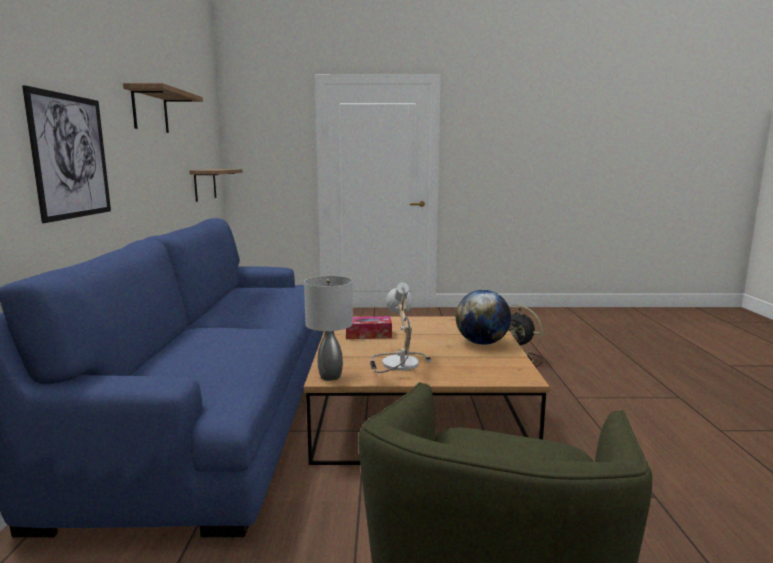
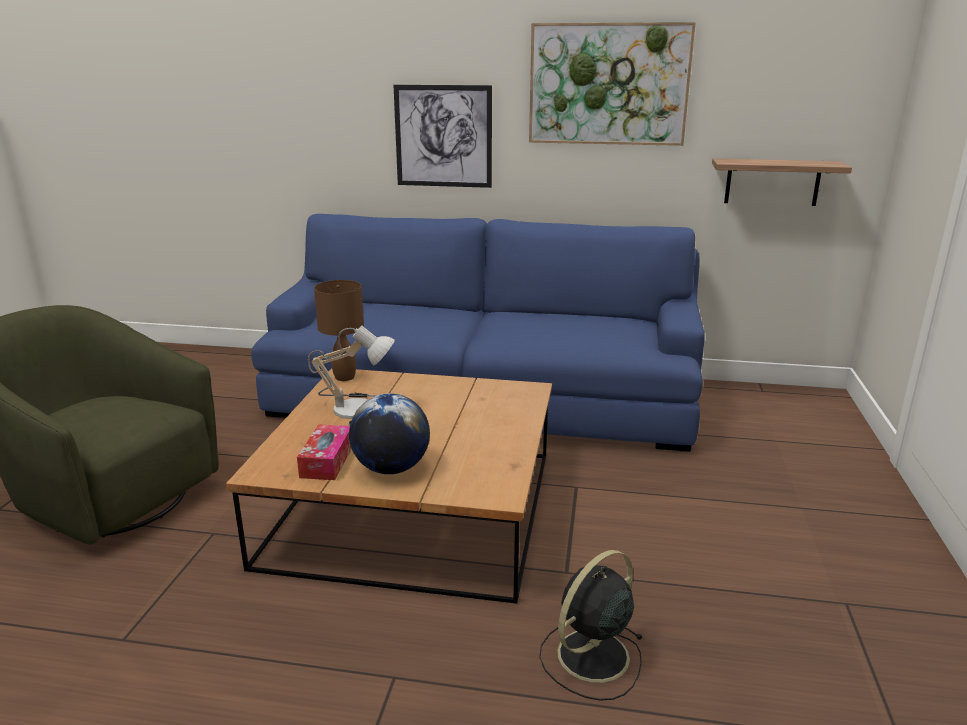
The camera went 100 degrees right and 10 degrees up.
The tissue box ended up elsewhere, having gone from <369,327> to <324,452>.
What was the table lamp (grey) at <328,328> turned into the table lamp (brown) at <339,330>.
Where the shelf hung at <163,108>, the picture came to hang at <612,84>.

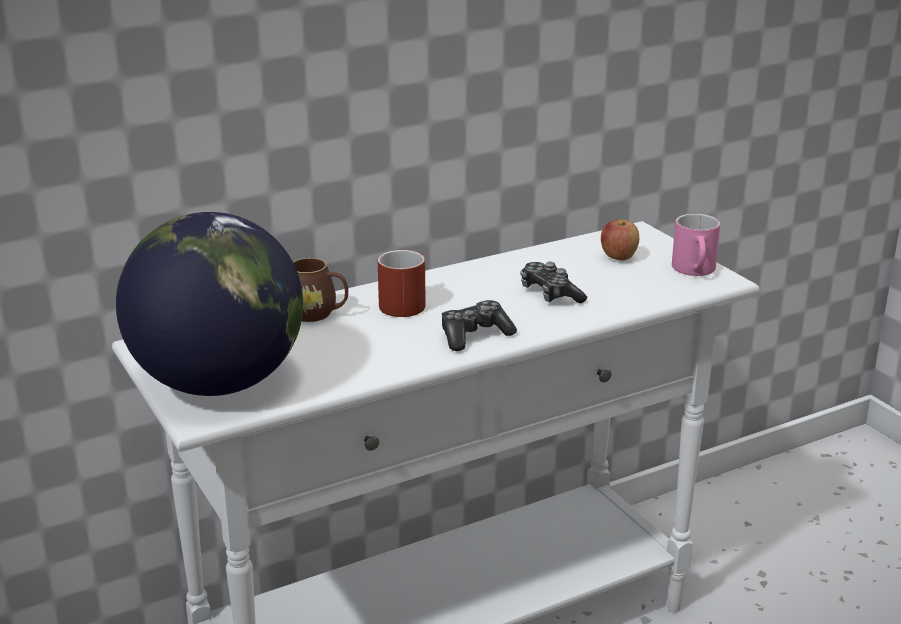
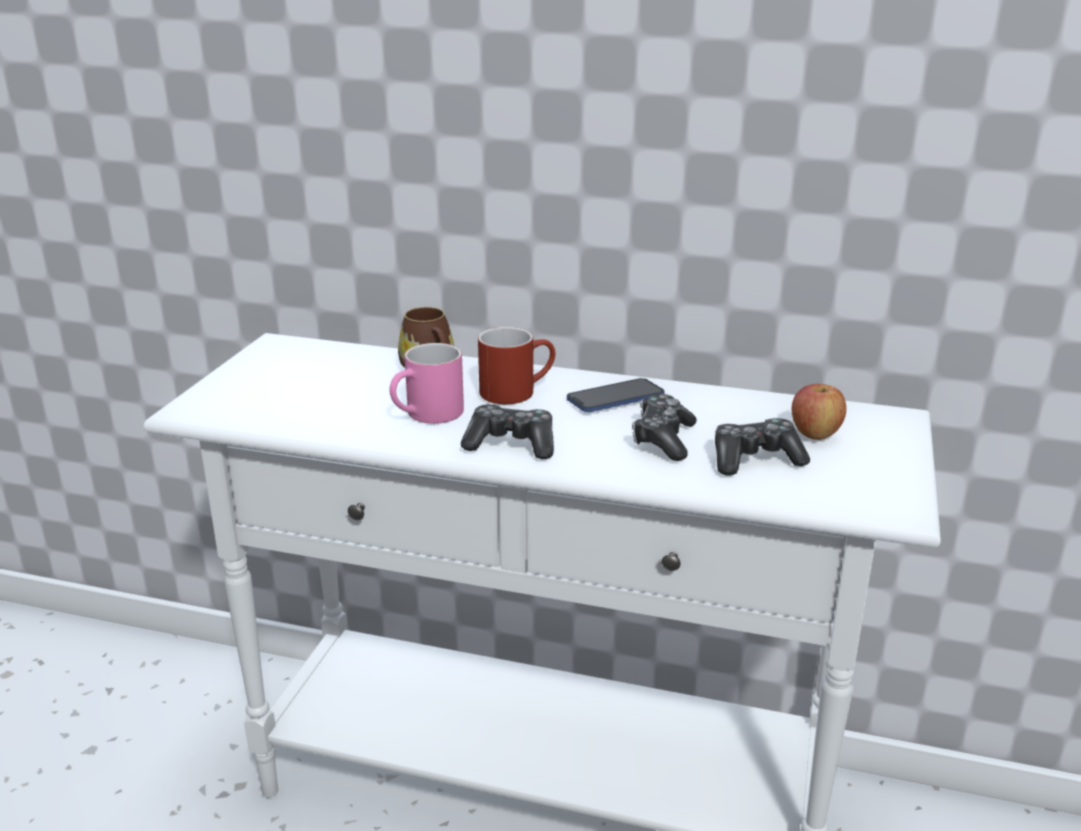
The camera went 45 degrees right and 0 degrees up.
The mug (pink) ended up elsewhere, having gone from <696,245> to <426,383>.
The second view gained the phone at <615,395>.
The second view gained the game controller at <762,446>.
The second view lost the globe at <209,304>.

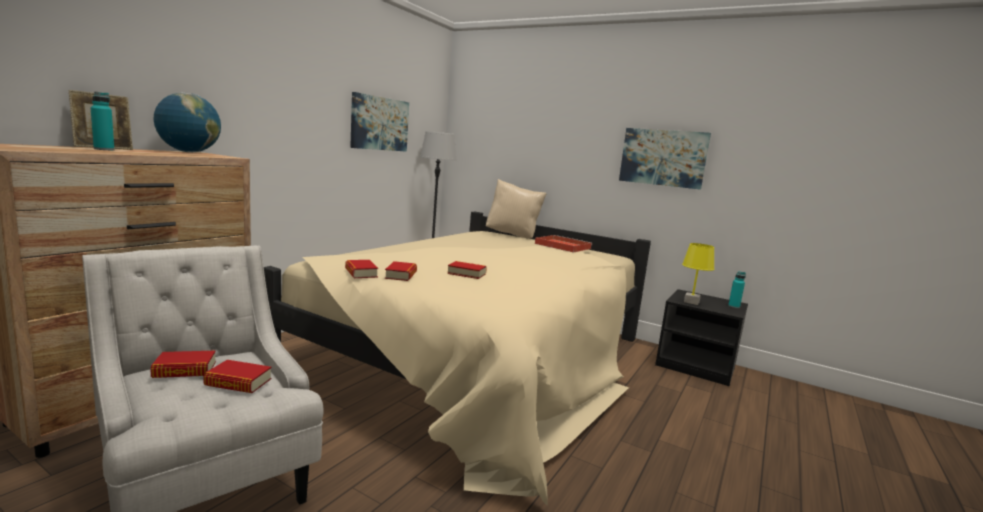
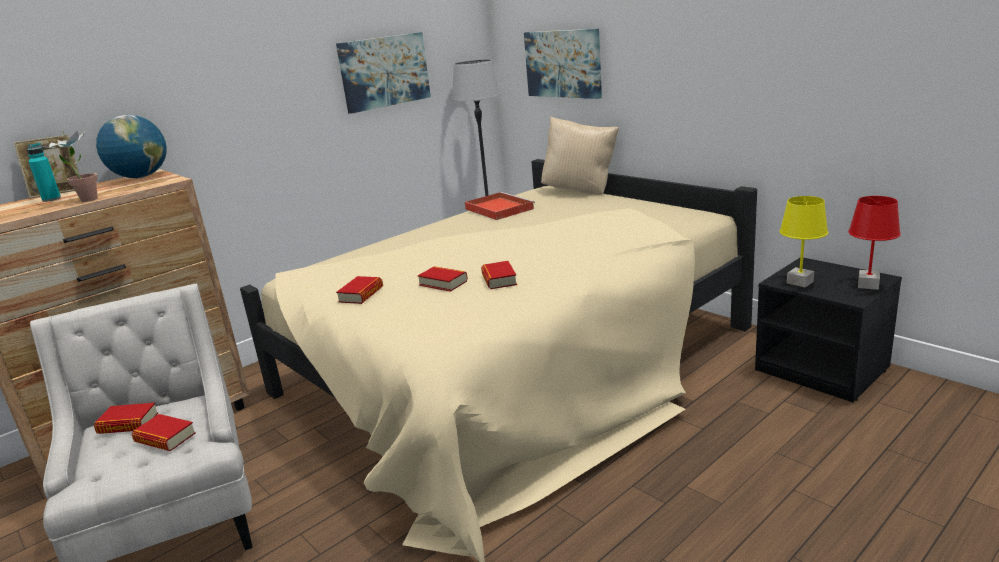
The camera went 20 degrees right and 10 degrees up.
The second view gained the potted plant at <70,166>.
The tray (red) ended up elsewhere, having gone from <563,244> to <500,206>.
The book ended up elsewhere, having gone from <361,269> to <499,275>.
The picture ended up elsewhere, having gone from <665,158> to <563,64>.
Where the bottle (turquoise) stood at <737,289>, the table lamp (red) came to stand at <874,243>.

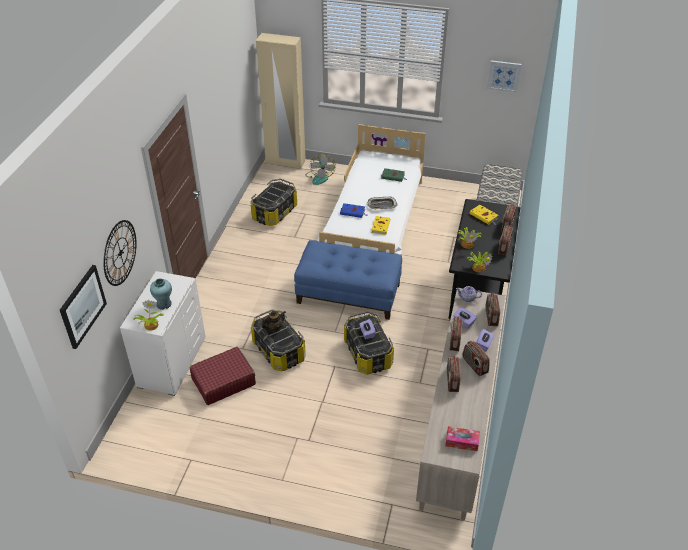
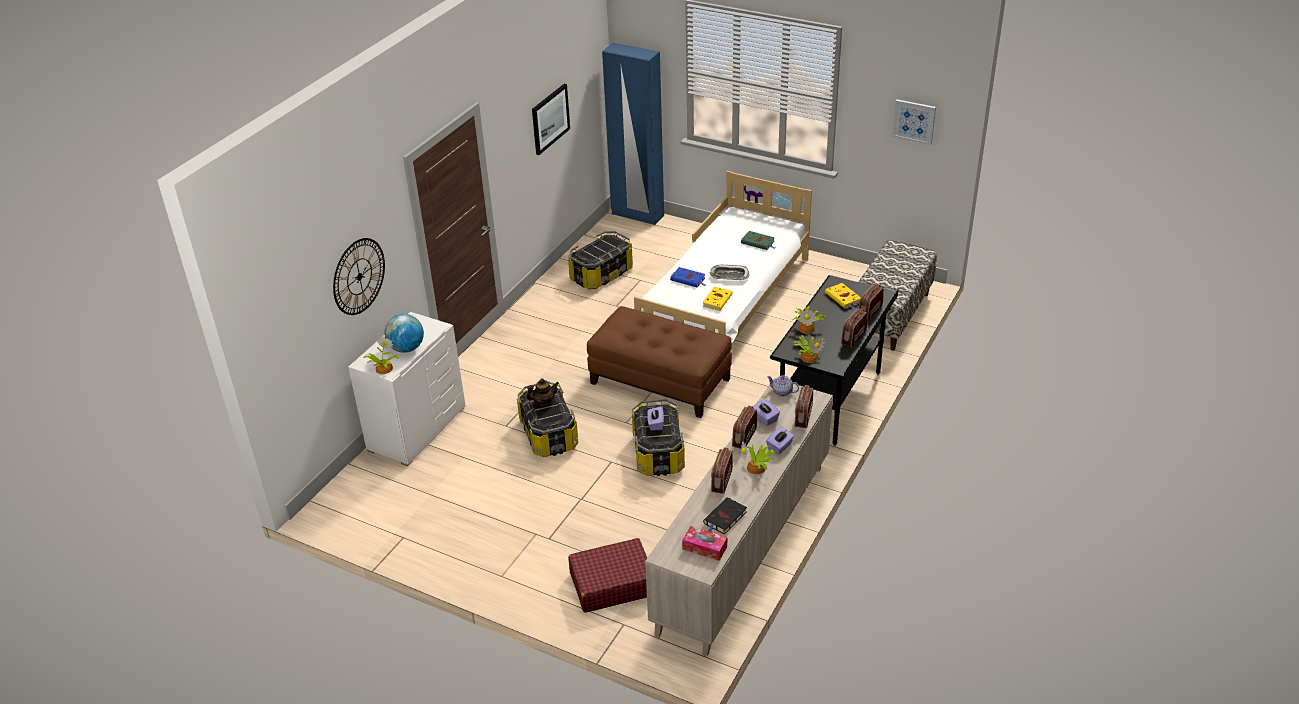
The camera went 15 degrees right and 5 degrees down.
Where the vase (turquoise) stood at <161,294>, the globe came to stand at <404,333>.
The picture ended up elsewhere, having gone from <83,307> to <551,119>.
The suitcase (red) ended up elsewhere, having gone from <223,376> to <607,575>.
What was the ottoman (blue) at <348,280> turned into the ottoman (brown) at <659,362>.
What was the wardrobe (beige) at <281,101> turned into the wardrobe (blue) at <633,134>.
The second view gained the book (black) at <725,516>.
Where the radio stood at <476,358>, the potted plant came to stand at <758,457>.
The second view lost the fan at <320,169>.

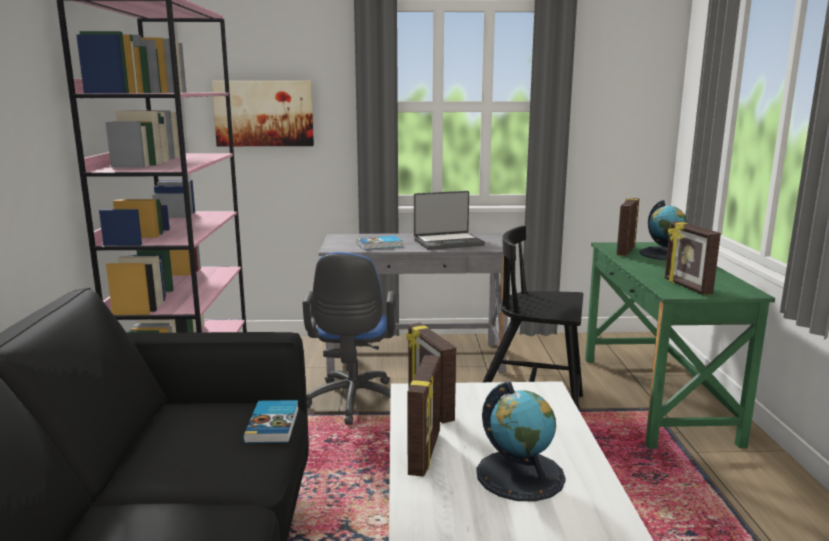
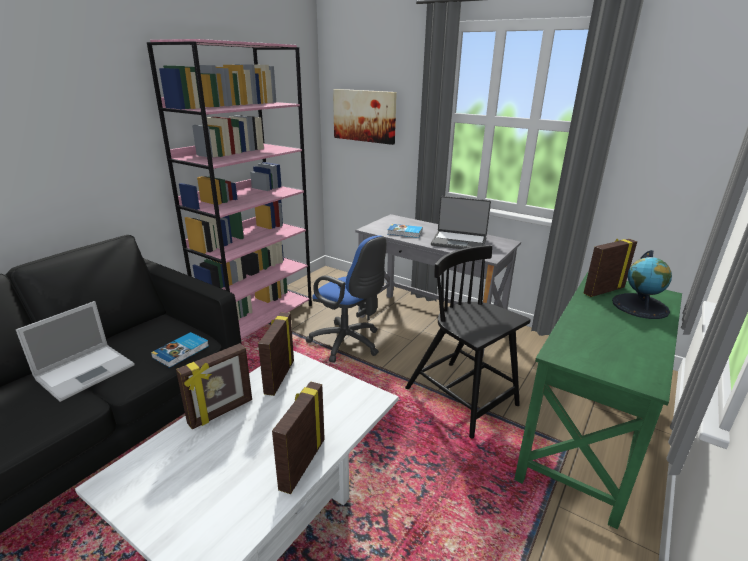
The camera went 35 degrees right and 10 degrees up.
The second view gained the laptop at <75,351>.
The picture frame ended up elsewhere, having gone from <693,258> to <298,437>.
The office chair (blue) at <349,338> ended up facing another way, 90 degrees counterclockwise from before.
The second view lost the globe at <521,441>.

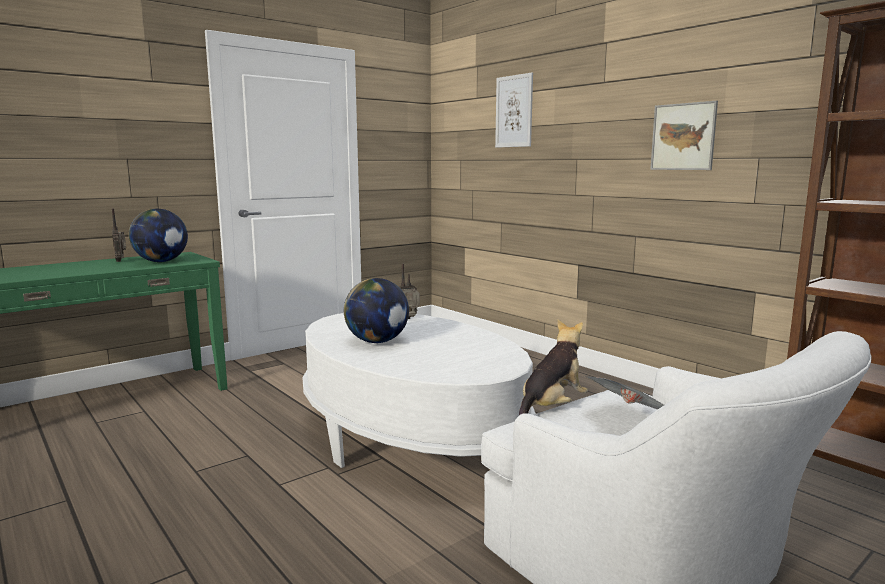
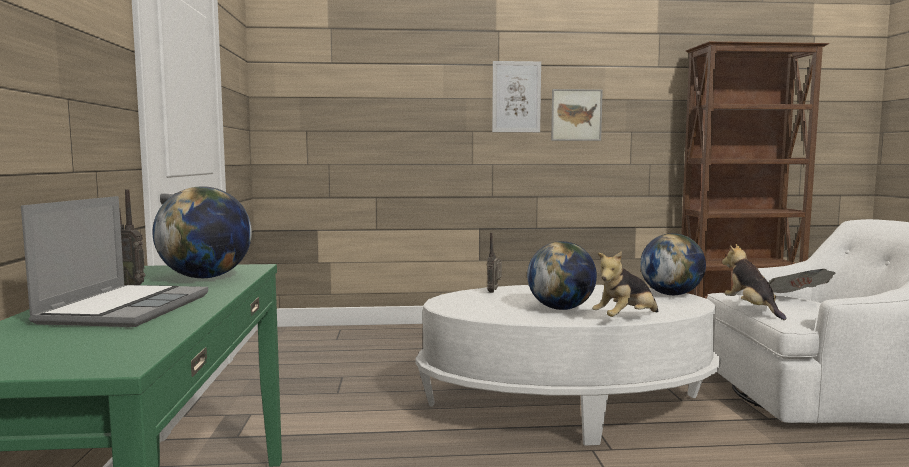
The camera went 55 degrees left and 5 degrees down.
The second view gained the laptop at <114,261>.
The picture ended up elsewhere, having gone from <514,110> to <516,96>.
The second view gained the plush toy at <625,284>.
The second view gained the globe at <673,264>.

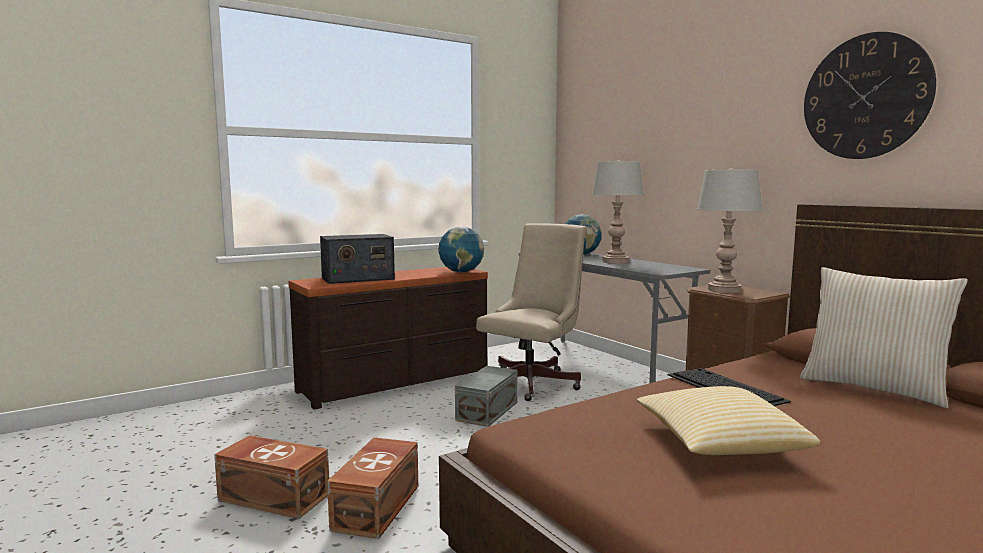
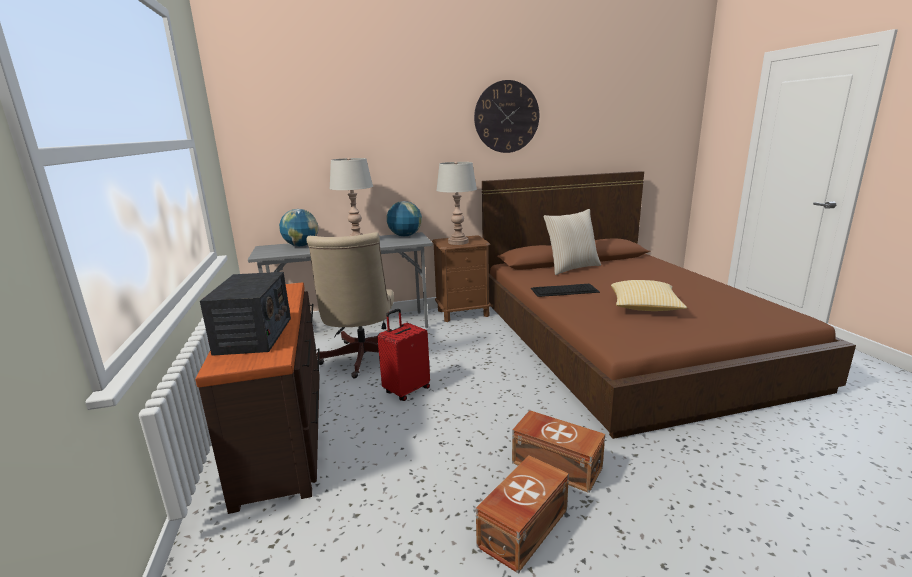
The camera went 70 degrees left and 10 degrees up.
The office chair (beige) at <531,312> ended up facing another way, 150 degrees counterclockwise from before.
Where the storage box (grey) stood at <486,396>, the suitcase (red) came to stand at <403,355>.
The globe ended up elsewhere, having gone from <461,249> to <404,218>.

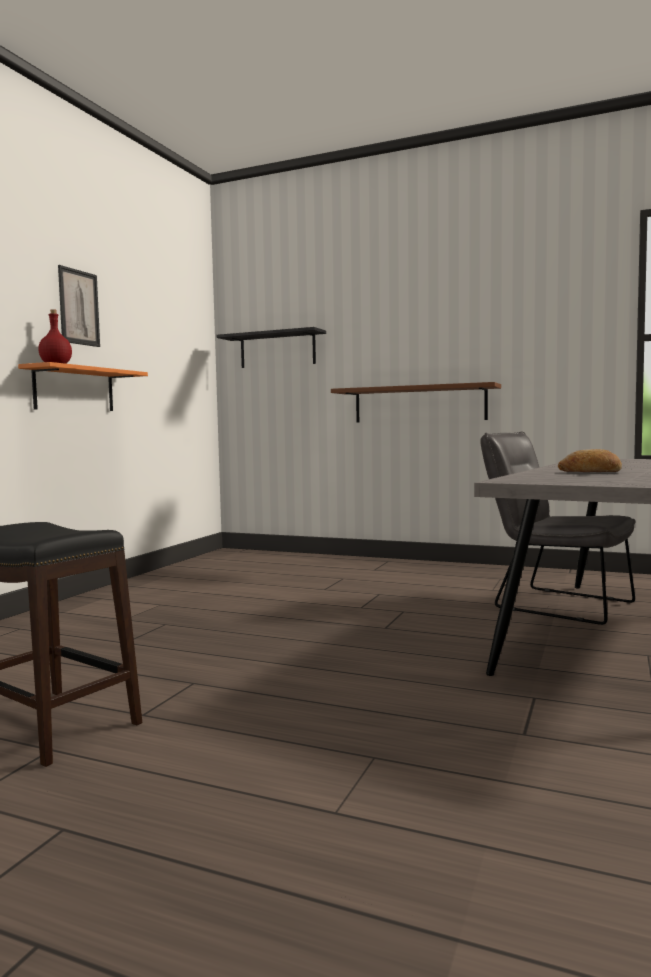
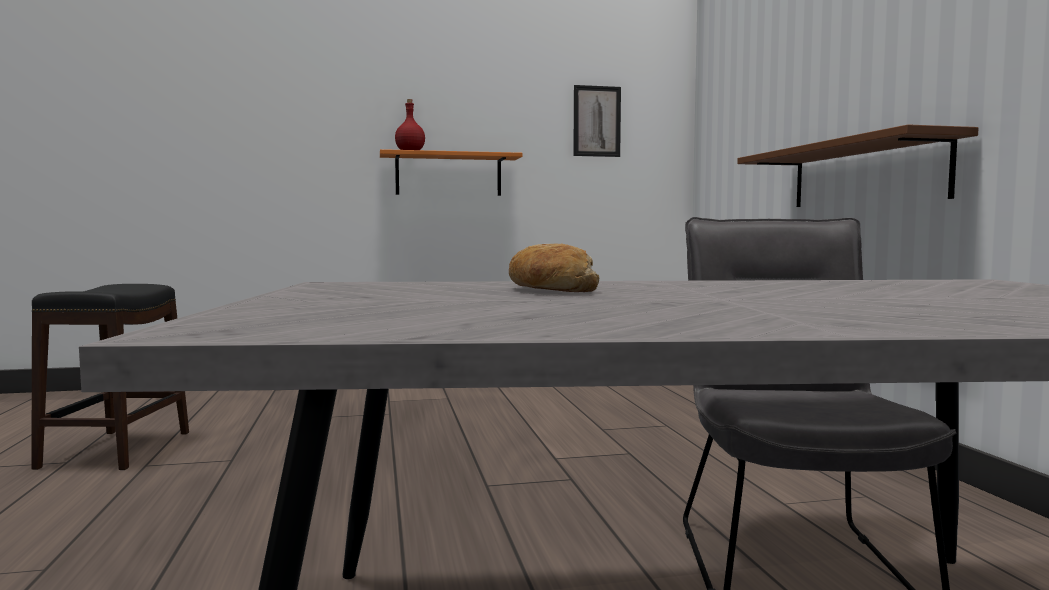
The camera went 55 degrees right and 0 degrees up.
The picture ended up elsewhere, having gone from <79,306> to <597,121>.
The second view lost the shelf (black) at <271,347>.

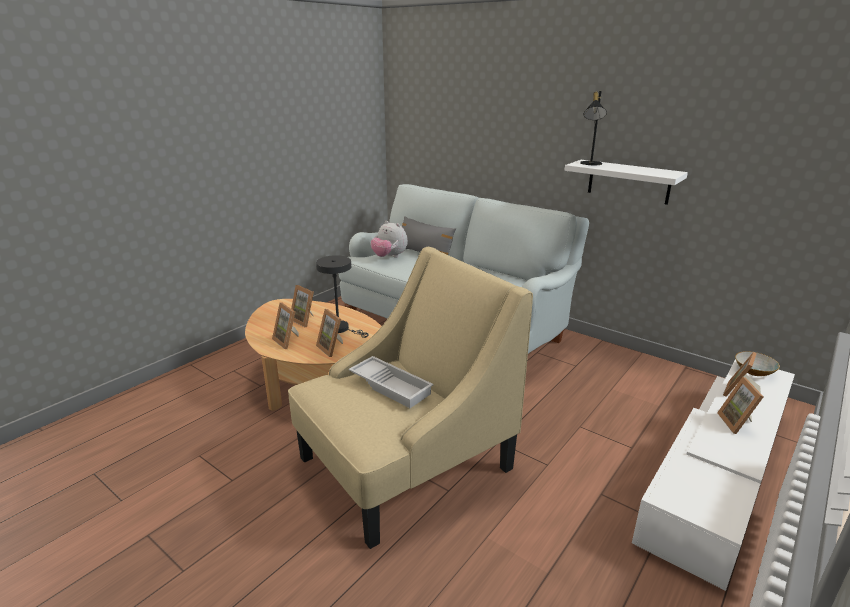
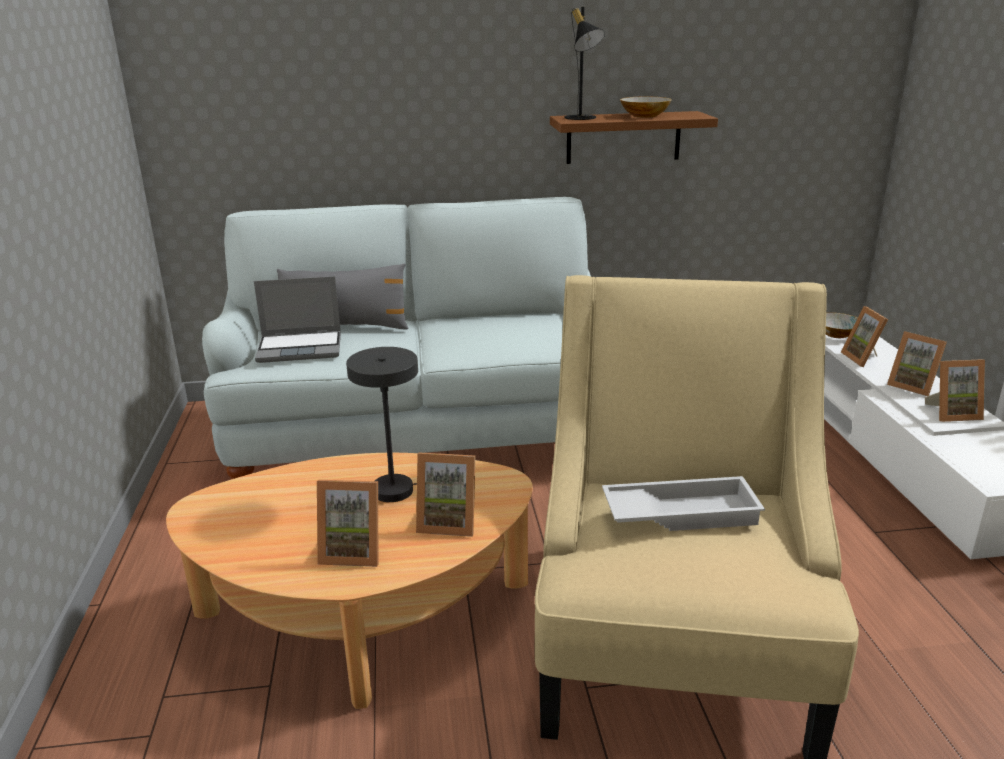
The camera went 45 degrees left and 0 degrees up.
Where the plush toy stood at <389,239>, the laptop came to stand at <297,319>.
What was the shelf (white) at <626,182> turned into the shelf (brown) at <634,137>.
The second view gained the bowl at <646,107>.
The picture frame ended up elsewhere, having gone from <302,306> to <955,390>.

